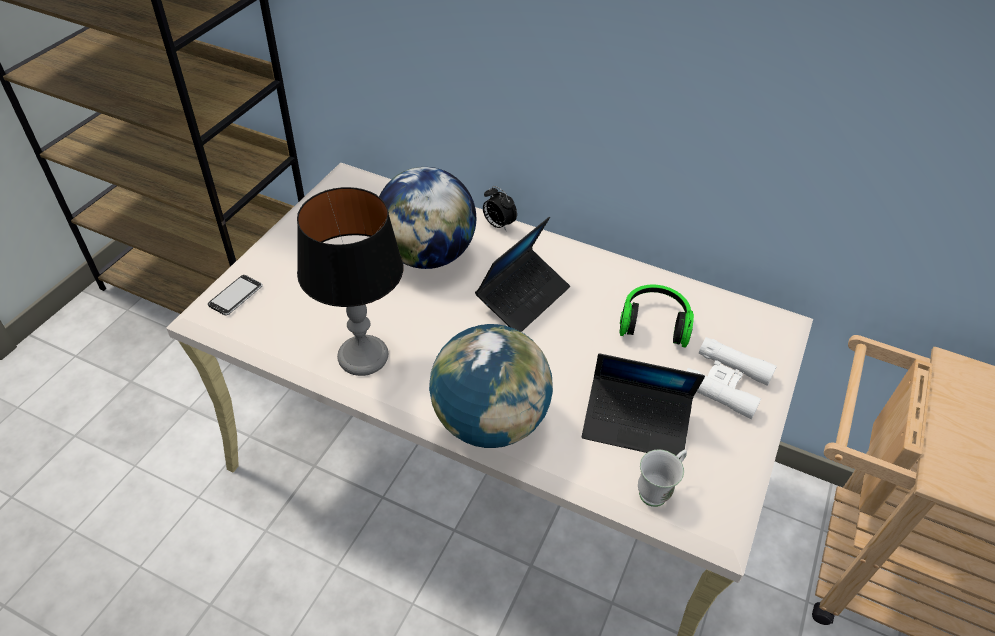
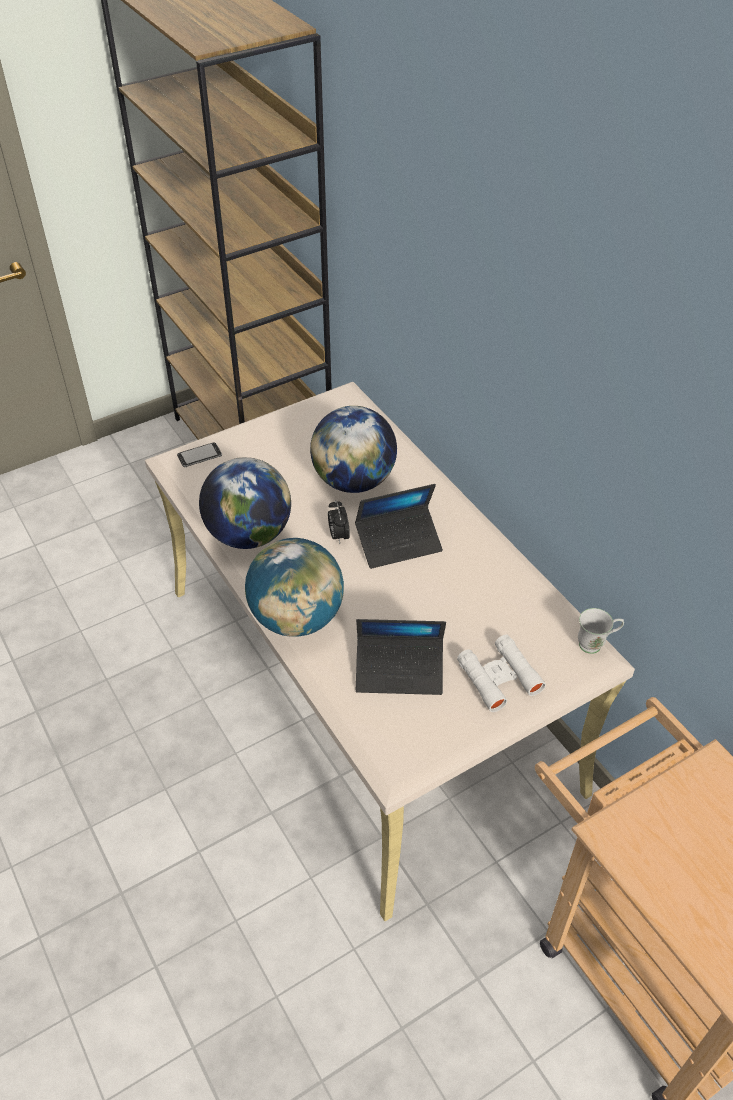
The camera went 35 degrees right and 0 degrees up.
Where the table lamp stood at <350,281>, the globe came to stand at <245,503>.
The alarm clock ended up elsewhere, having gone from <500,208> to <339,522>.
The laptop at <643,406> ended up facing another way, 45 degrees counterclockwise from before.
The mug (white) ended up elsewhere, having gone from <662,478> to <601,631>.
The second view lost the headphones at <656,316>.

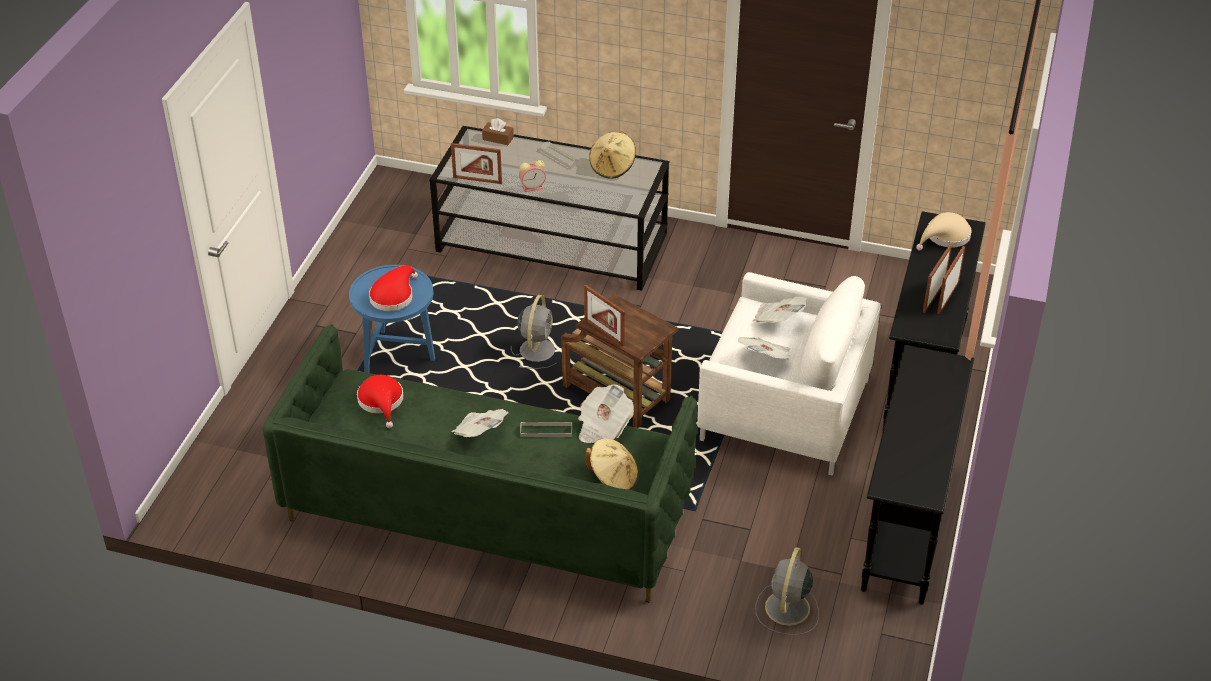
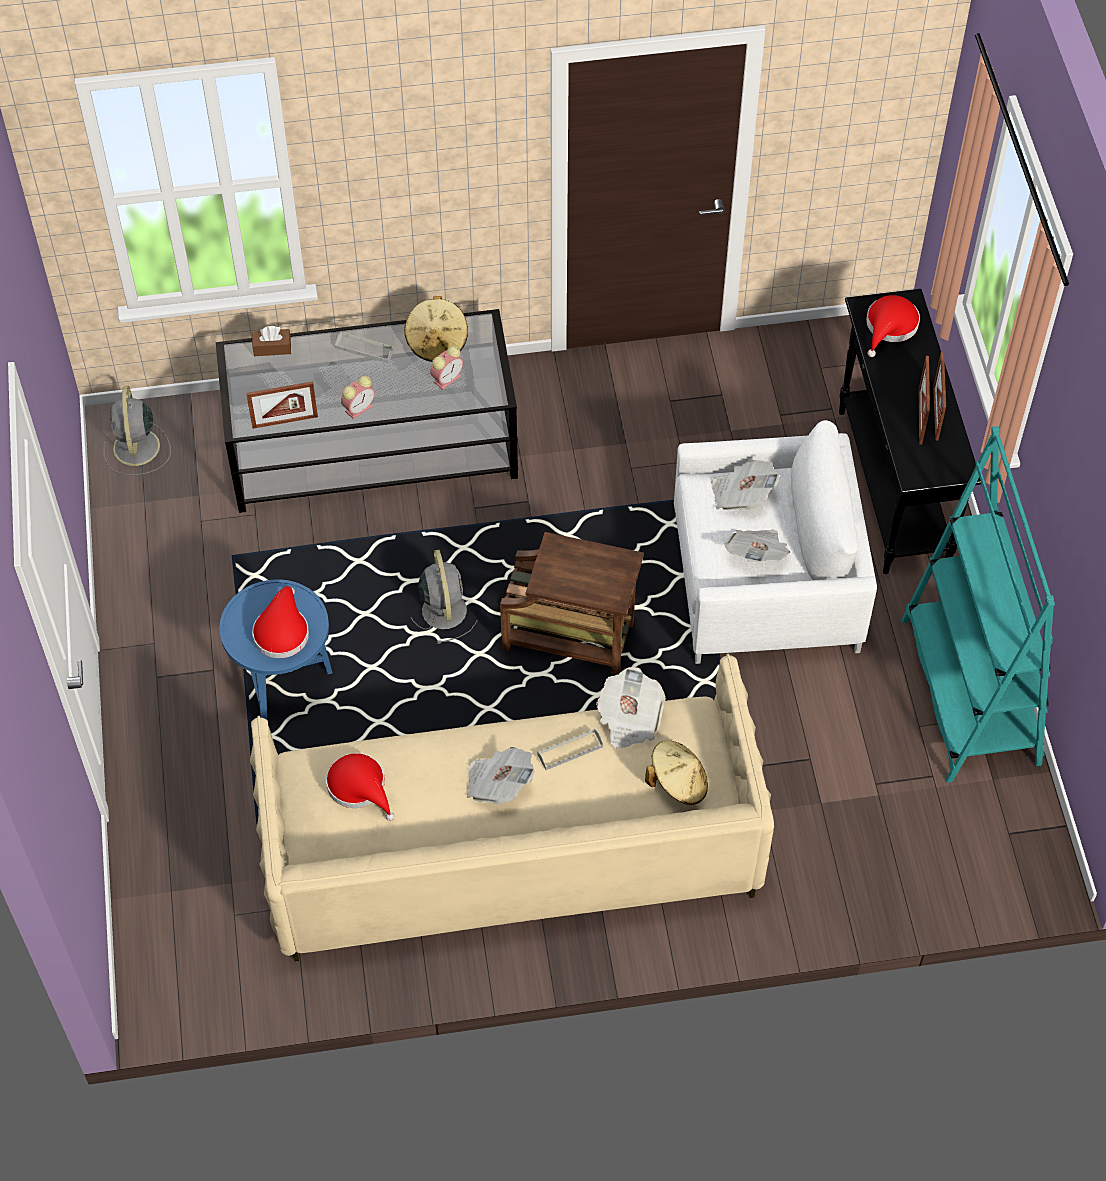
The camera went 25 degrees left and 15 degrees up.
The fan (grey) ended up elsewhere, having gone from <787,591> to <137,430>.
What was the sofa (green) at <480,463> turned into the sofa (beige) at <512,807>.
The second view gained the alarm clock at <446,368>.
What was the hat (beige) at <944,231> turned into the hat (red) at <893,326>.
Where the console table (black) stood at <917,474>, the bookcase (turquoise) came to stand at <978,604>.
The second view lost the picture frame at <604,316>.

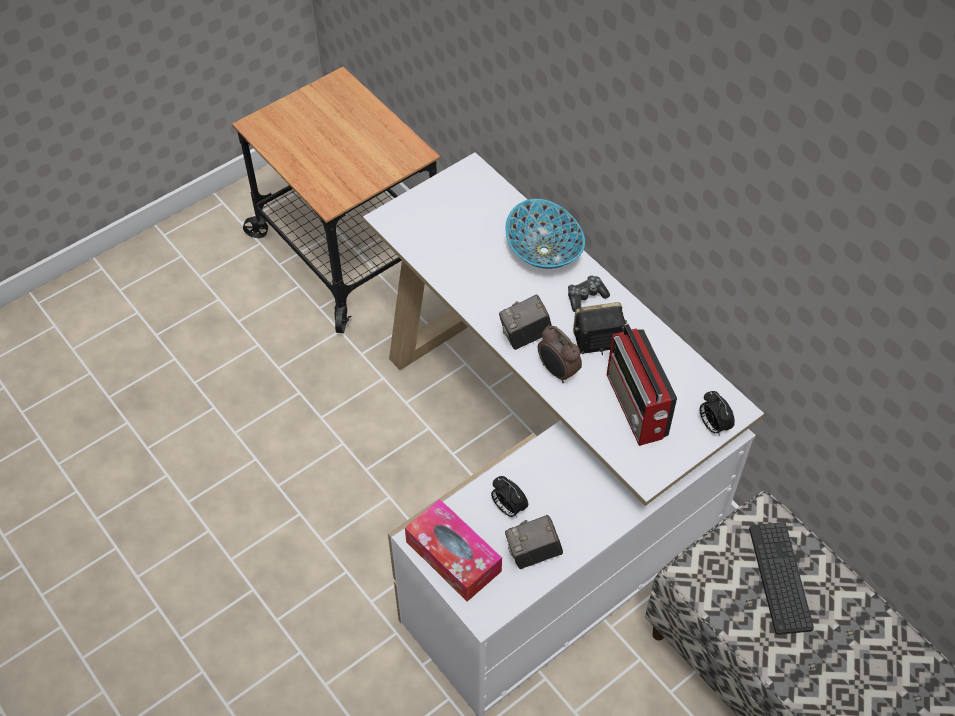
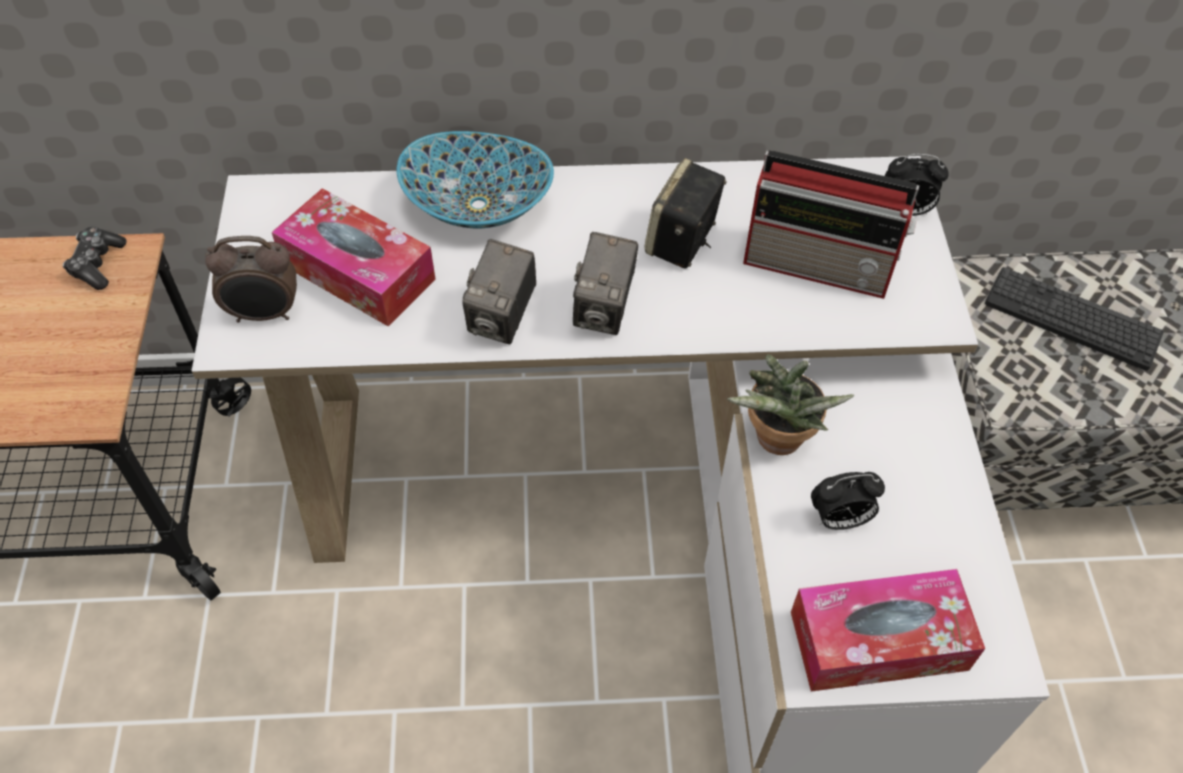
The camera went 55 degrees left and 0 degrees up.
The game controller ended up elsewhere, having gone from <589,293> to <95,258>.
The alarm clock ended up elsewhere, having gone from <560,354> to <251,279>.
The second view gained the tissue box at <354,257>.
The photo camera ended up elsewhere, having gone from <534,542> to <499,291>.
The second view gained the potted plant at <791,405>.

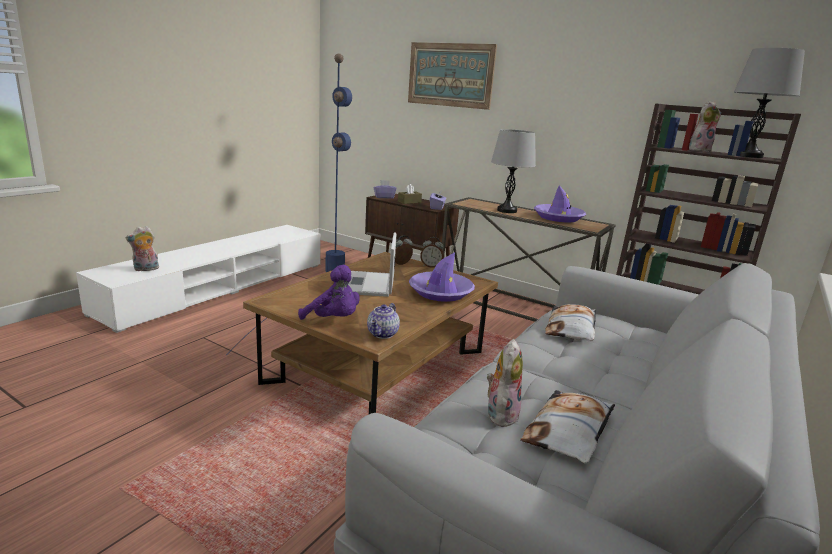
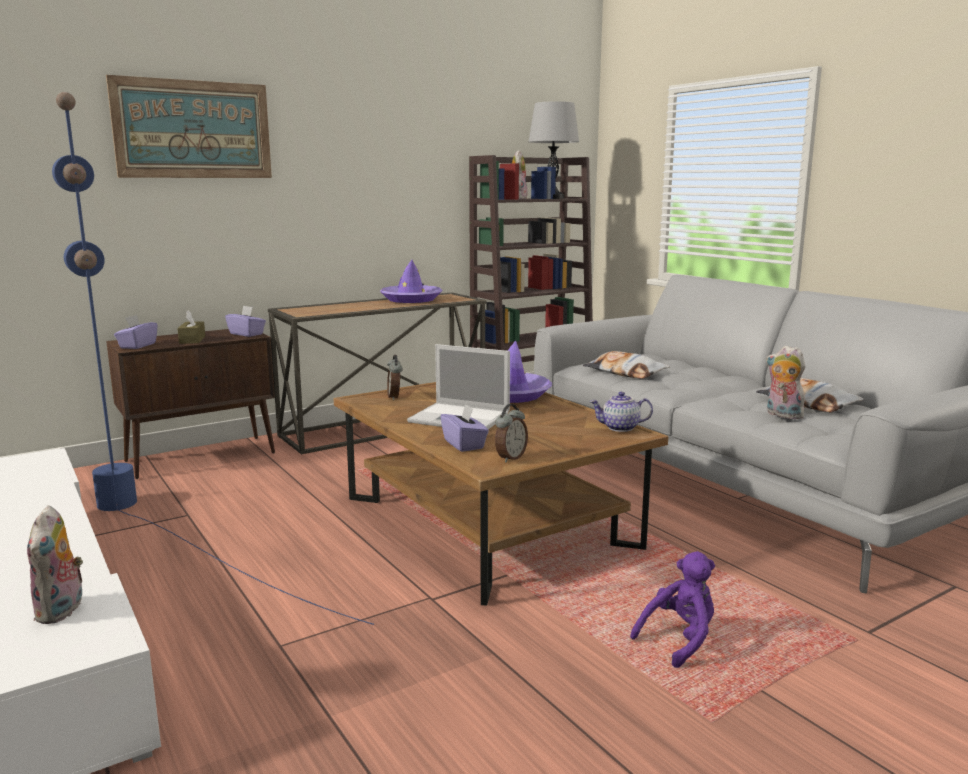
The camera went 65 degrees left and 5 degrees down.
The second view gained the tissue box (purple) at <465,428>.
The alarm clock ended up elsewhere, having gone from <432,252> to <511,433>.
The teapot at <383,321> ended up facing another way, 135 degrees clockwise from before.
The plush toy (purple) ended up elsewhere, having gone from <329,292> to <672,609>.
The second view lost the table lamp (grey) at <513,171>.

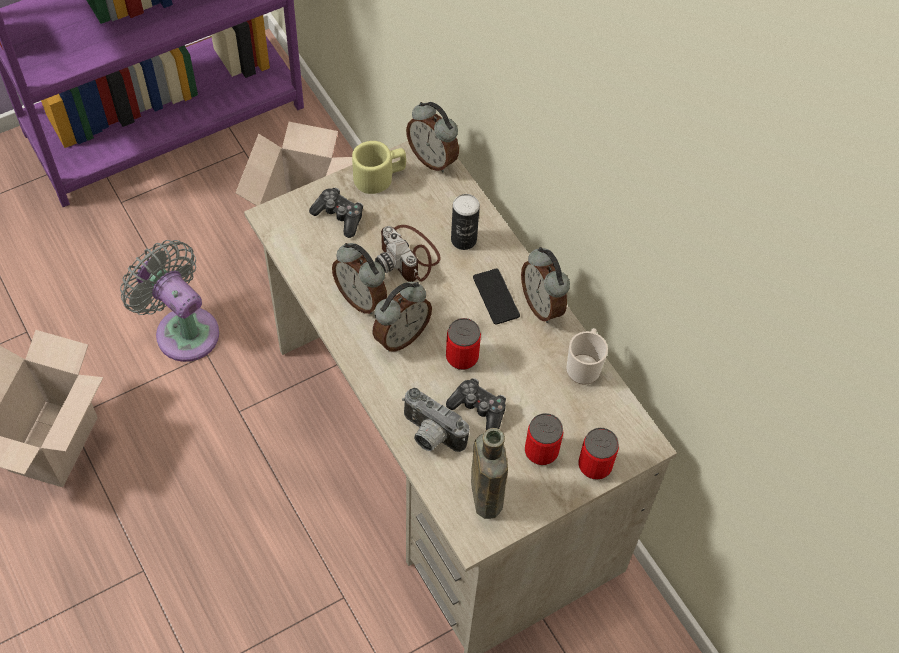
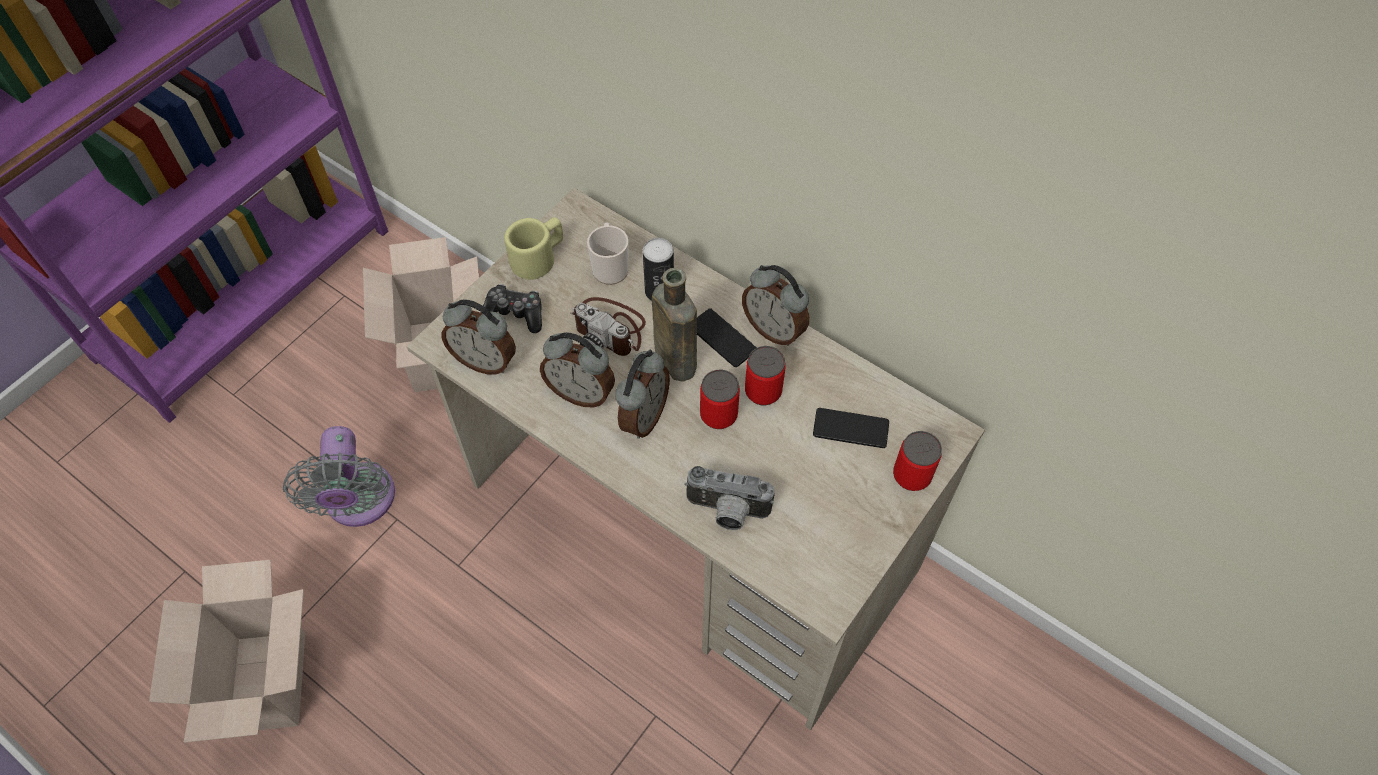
The camera went 20 degrees left and 0 degrees up.
The fan (grey) at <169,301> ended up facing another way, 120 degrees counterclockwise from before.
The alarm clock ended up elsewhere, having gone from <432,137> to <479,337>.
The mug ended up elsewhere, having gone from <587,356> to <608,253>.
The bottle (brown) ended up elsewhere, having gone from <489,473> to <674,325>.
The can ended up elsewhere, having gone from <544,439> to <765,375>.
The second view gained the phone at <851,428>.
The second view lost the game controller at <476,404>.

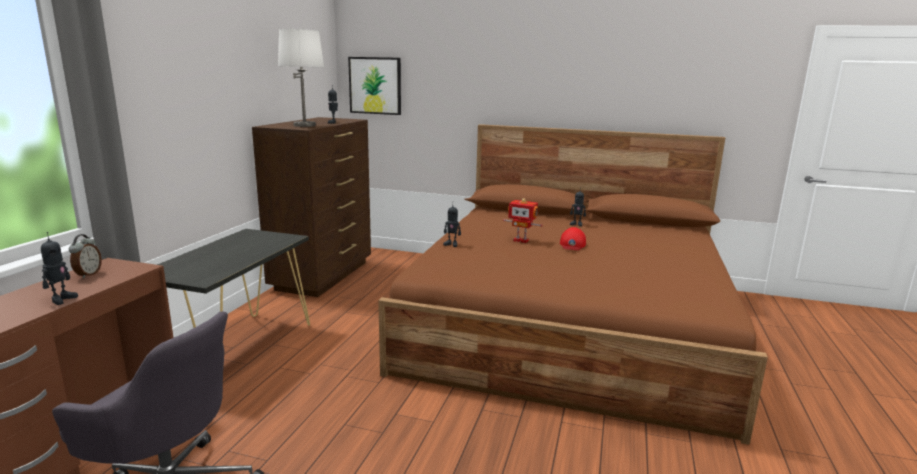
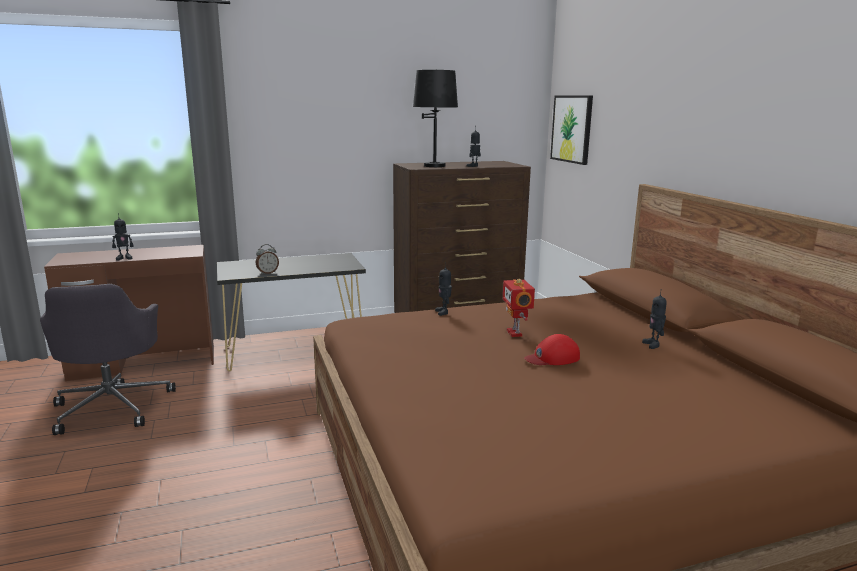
The camera went 55 degrees right and 0 degrees up.
The alarm clock ended up elsewhere, having gone from <85,256> to <267,259>.
What was the table lamp (white) at <301,78> turned into the table lamp (black) at <435,118>.

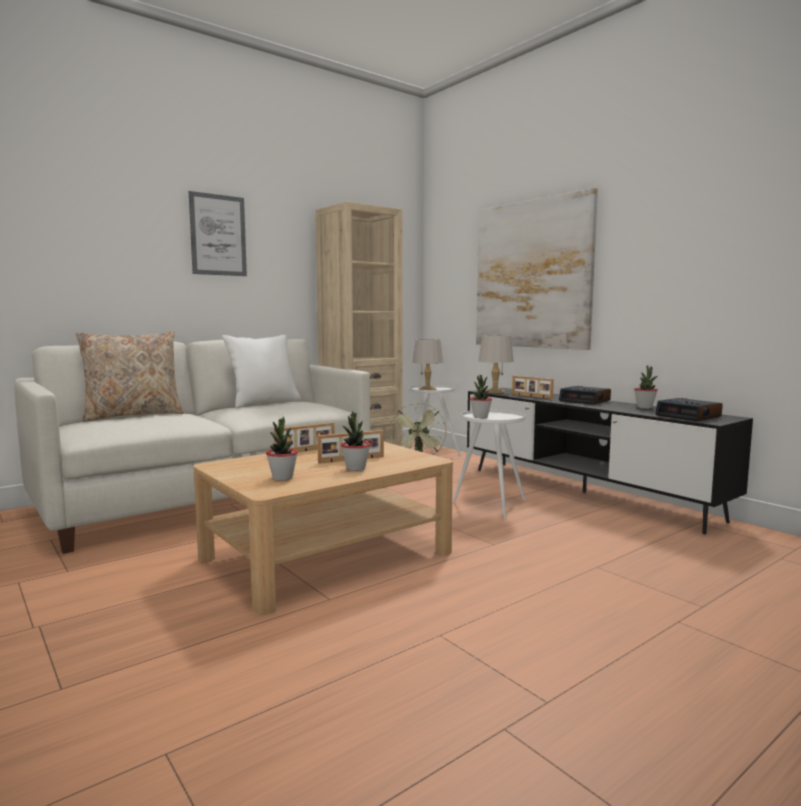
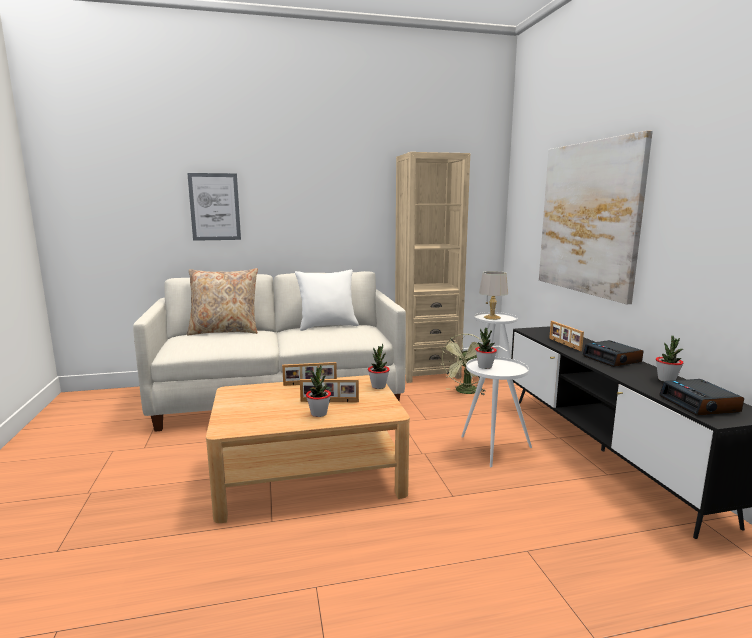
The camera went 25 degrees right and 5 degrees up.
The picture ended up elsewhere, having gone from <218,233> to <214,207>.
The potted plant ended up elsewhere, having gone from <282,448> to <379,366>.
The second view lost the table lamp (grey) at <496,364>.

